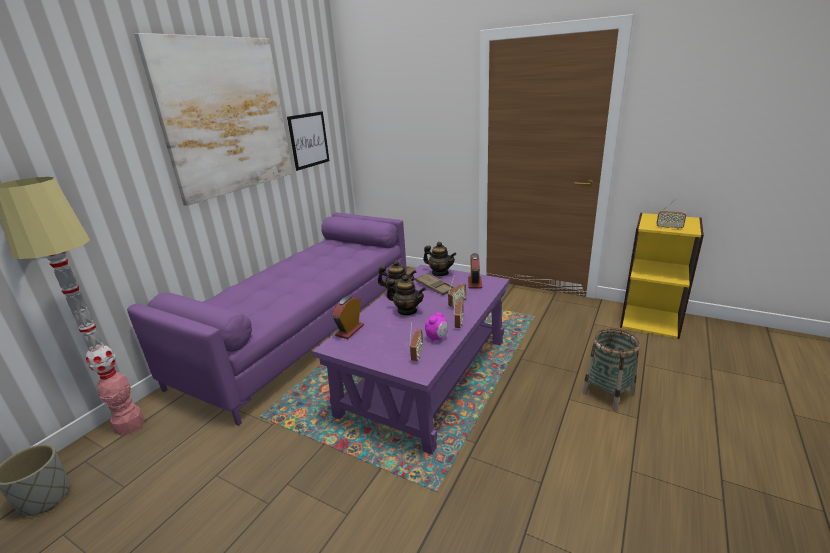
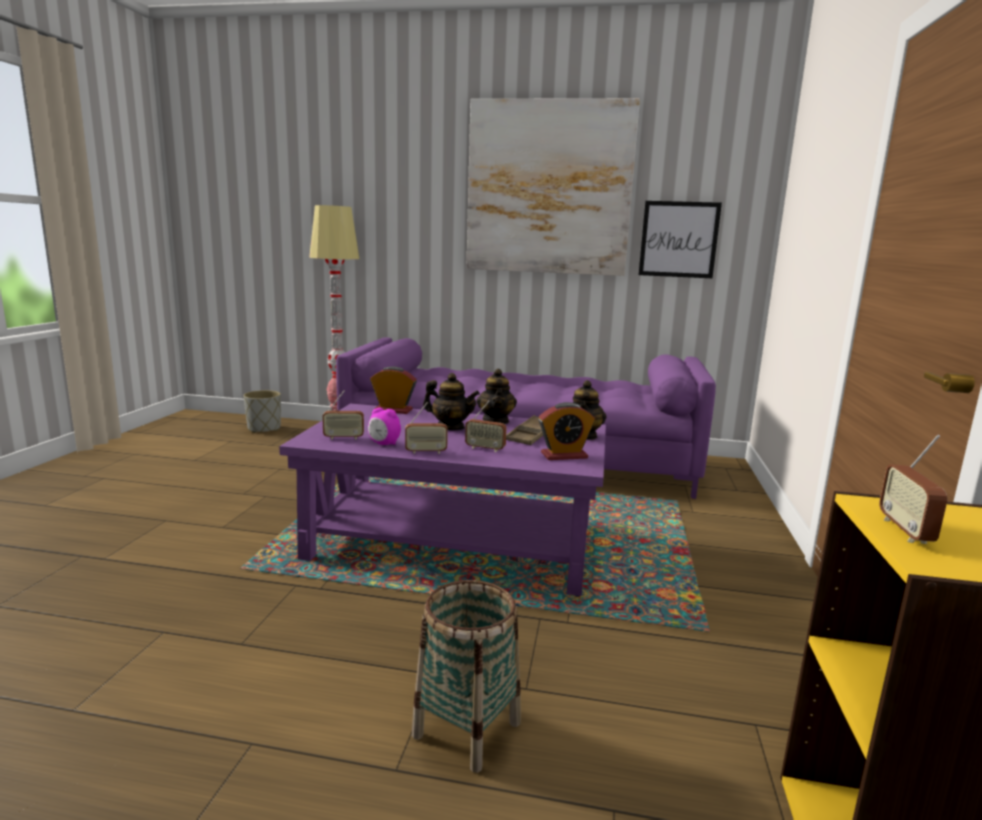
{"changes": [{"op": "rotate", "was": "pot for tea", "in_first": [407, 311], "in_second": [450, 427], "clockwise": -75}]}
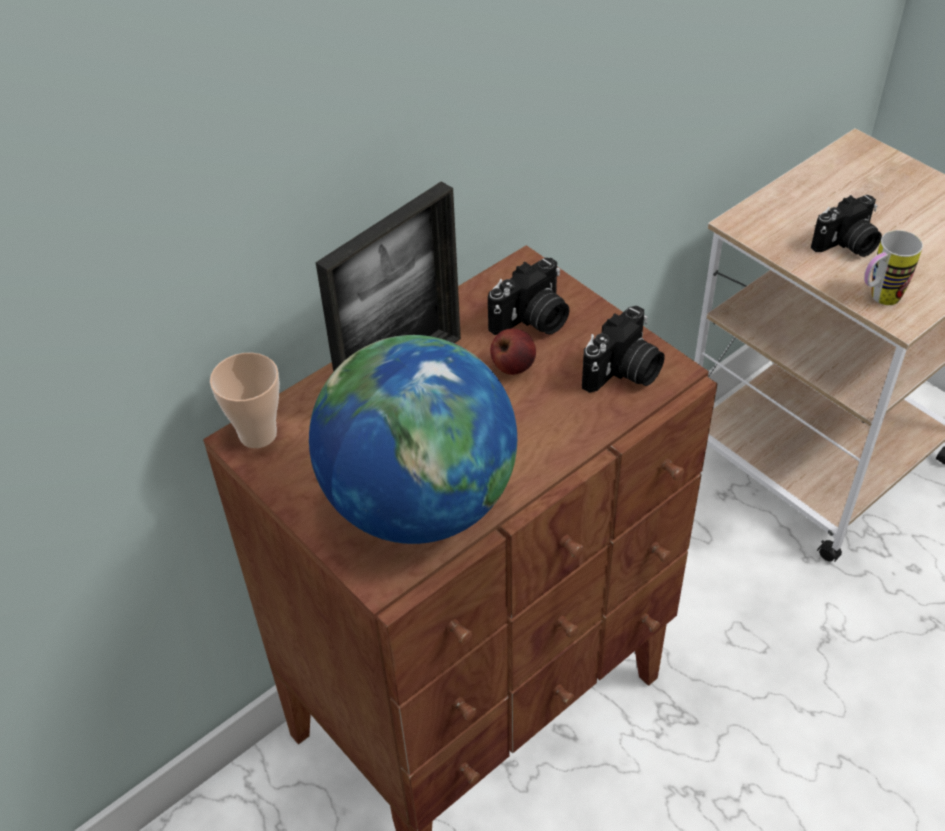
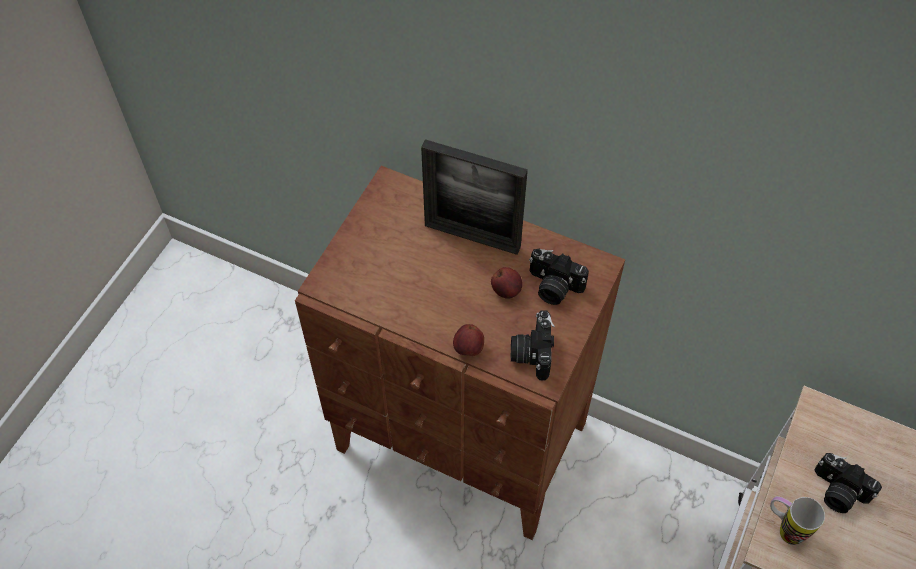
{"changes": [{"op": "delete", "was": "cup", "in_first": [258, 434]}, {"op": "delete", "was": "globe", "in_first": [419, 503]}, {"op": "insert", "now": "apple fruit", "in_second": [468, 349]}, {"op": "rotate", "was": "still camera", "in_first": [624, 373], "in_second": [531, 353], "clockwise": 75}]}
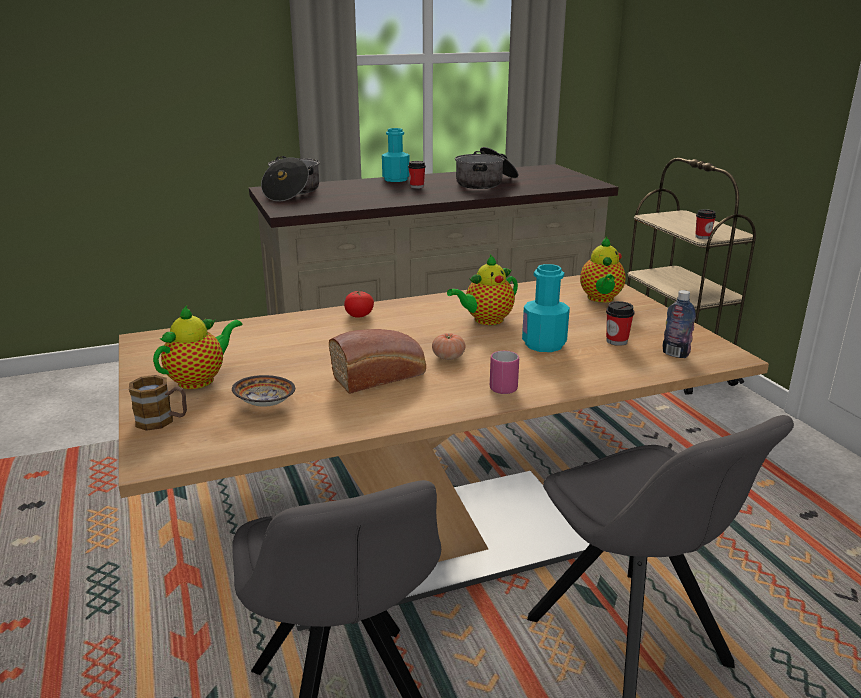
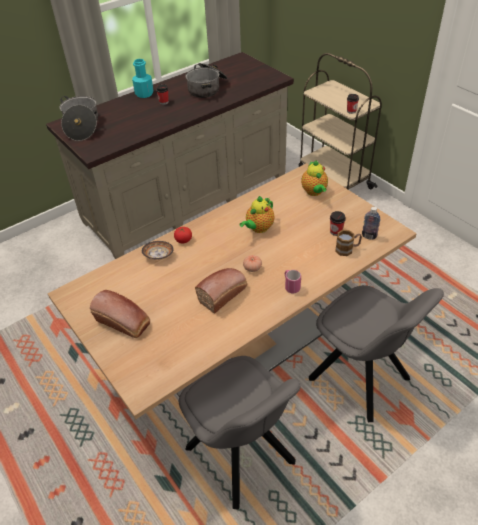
{"changes": [{"op": "delete", "was": "bottle in blue-green", "in_first": [544, 344]}, {"op": "move", "was": "mug", "in_first": [162, 421], "in_second": [347, 249]}, {"op": "move", "was": "deep dish", "in_first": [264, 403], "in_second": [158, 255]}, {"op": "replace", "was": "pot for tea", "now": "bread", "in_first": [200, 380], "in_second": [124, 322]}]}
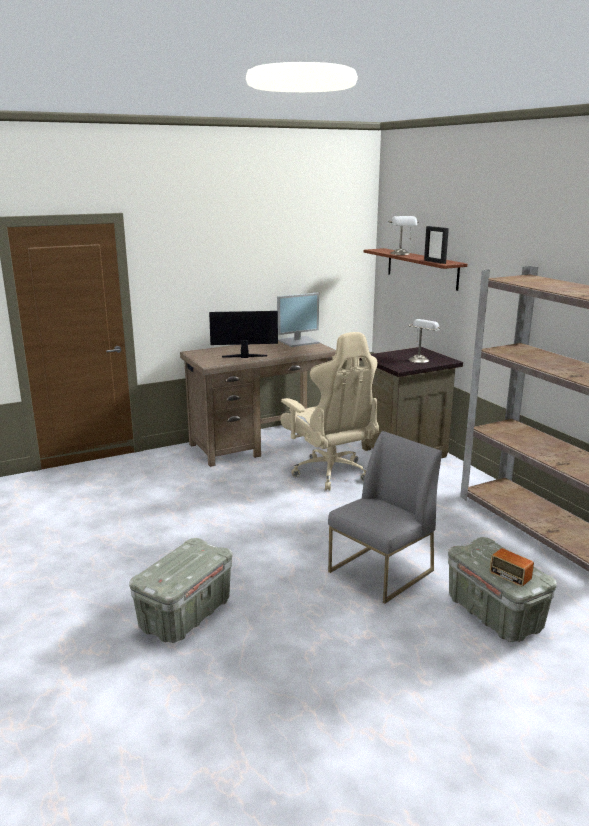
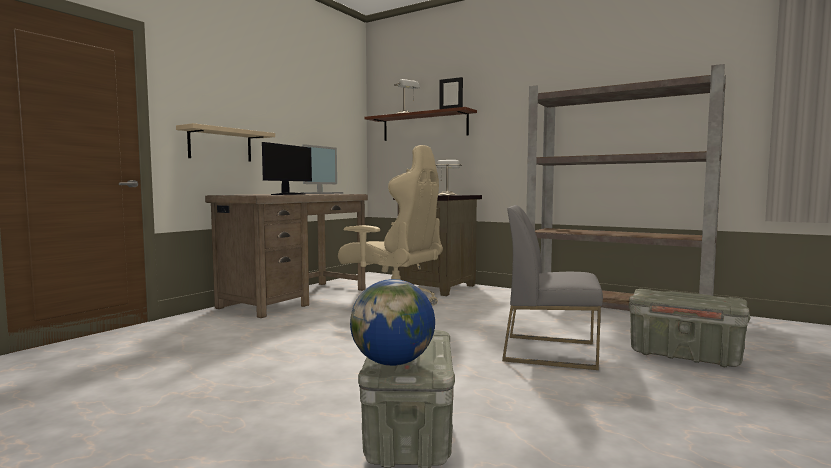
{"changes": [{"op": "delete", "was": "radio set", "in_first": [499, 564]}, {"op": "insert", "now": "bracket shelf in beige-coloured", "in_second": [220, 145]}, {"op": "insert", "now": "globe", "in_second": [393, 363]}, {"op": "rotate", "was": "computer screen", "in_first": [244, 357], "in_second": [287, 194], "clockwise": 150}, {"op": "rotate", "was": "chair in gray", "in_first": [381, 572], "in_second": [550, 351], "clockwise": -90}]}
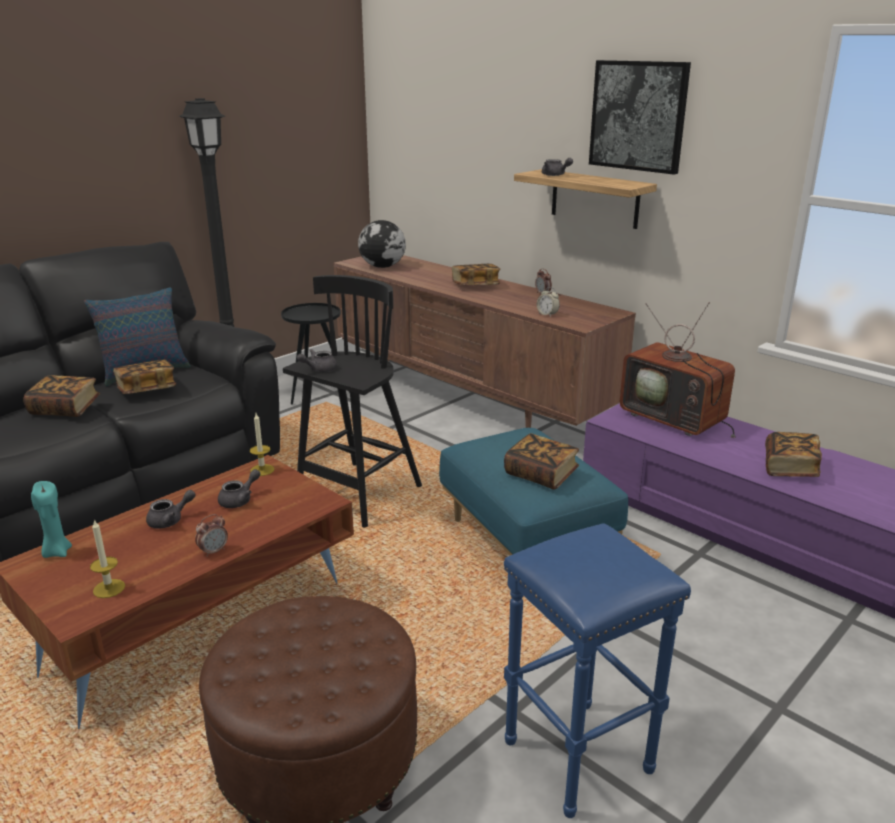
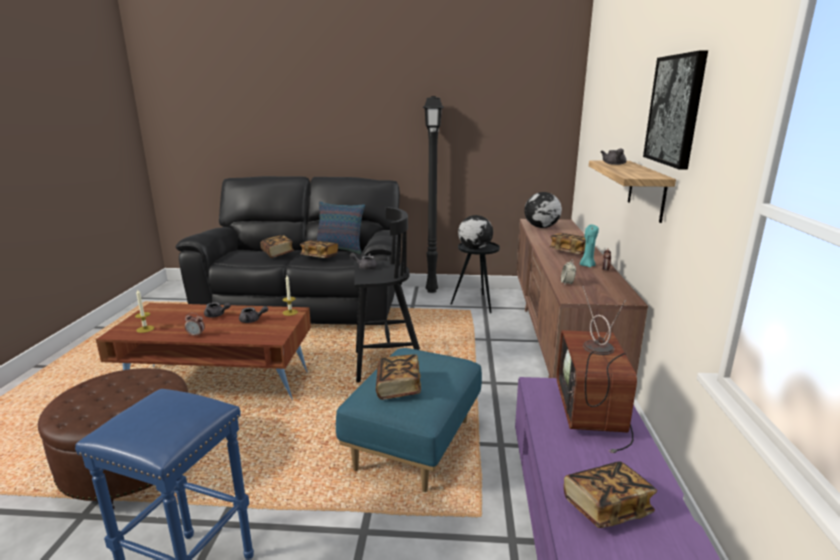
{"changes": [{"op": "insert", "now": "globe", "in_second": [474, 248]}, {"op": "move", "was": "wax candle in blue-green", "in_first": [57, 552], "in_second": [587, 265]}]}
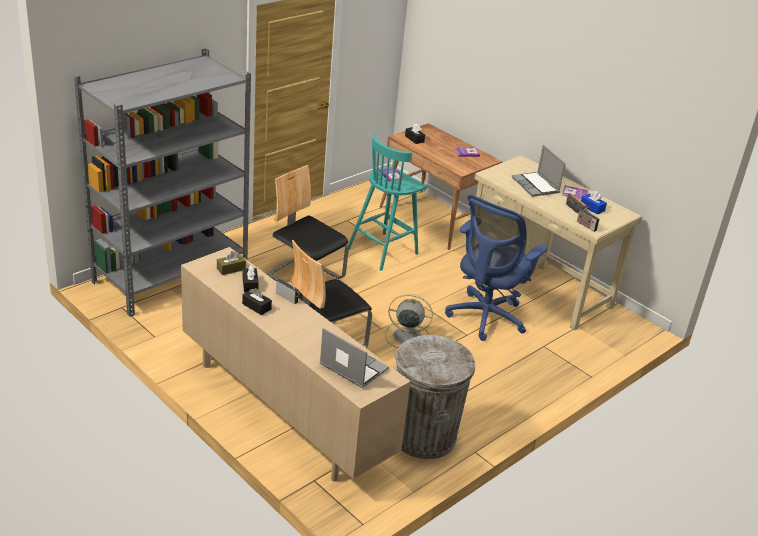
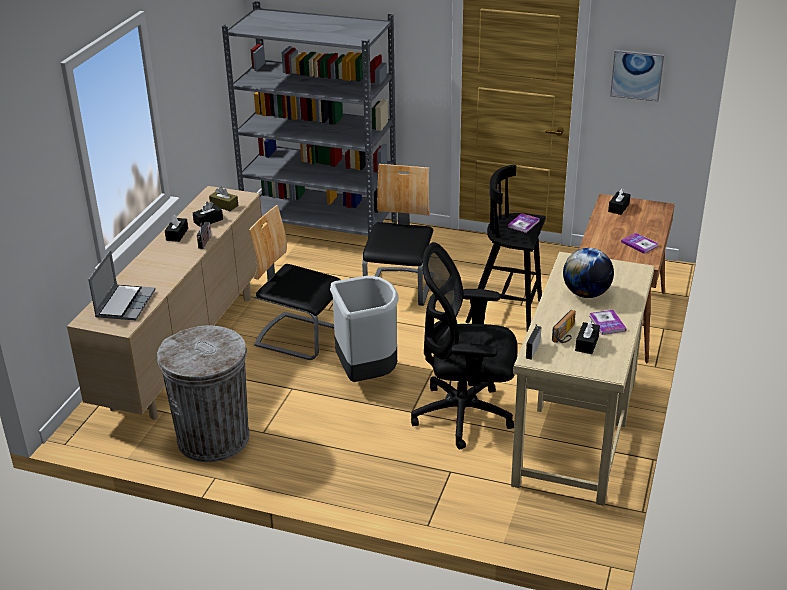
{"changes": [{"op": "insert", "now": "wall picture", "in_second": [637, 75]}, {"op": "replace", "was": "fan in gray", "now": "rubbish bin in gray", "in_first": [406, 335], "in_second": [366, 375]}, {"op": "replace", "was": "notebook computer", "now": "globe", "in_first": [536, 186], "in_second": [586, 293]}, {"op": "recolor", "was": "stool seat in blue-green", "now": "stool seat in black-coloured", "in_first": [384, 250], "in_second": [507, 311]}, {"op": "recolor", "was": "office chair in blue-coloured", "now": "office chair in black-coloured", "in_first": [487, 314], "in_second": [468, 413]}, {"op": "recolor", "was": "tissue box in blue-coloured", "now": "tissue box in black-coloured", "in_first": [592, 208], "in_second": [587, 343]}]}
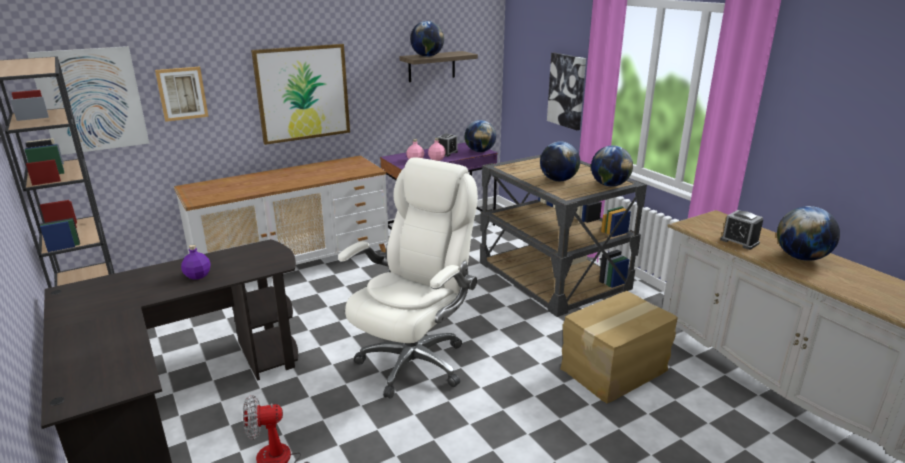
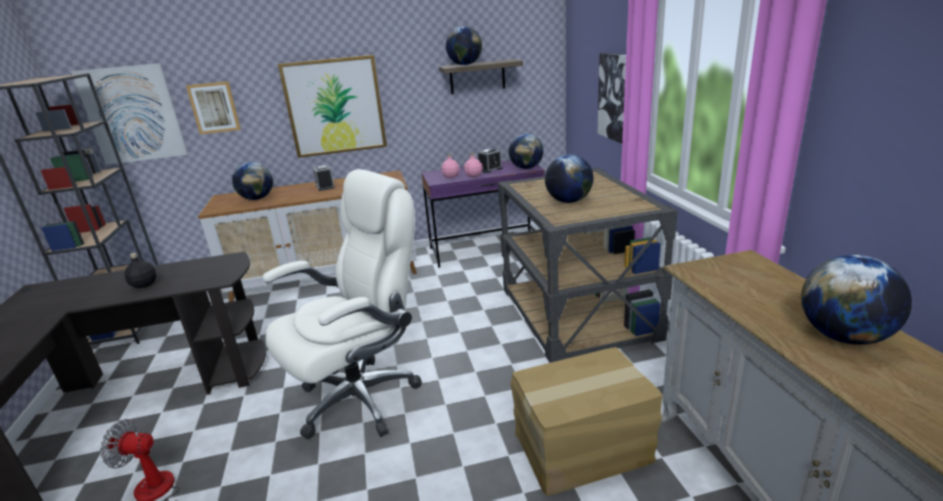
{"changes": [{"op": "move", "was": "globe", "in_first": [609, 185], "in_second": [257, 198]}, {"op": "move", "was": "bedside clock", "in_first": [739, 241], "in_second": [325, 186]}, {"op": "recolor", "was": "bottle in purplish", "now": "bottle in black-coloured", "in_first": [197, 276], "in_second": [143, 284]}]}
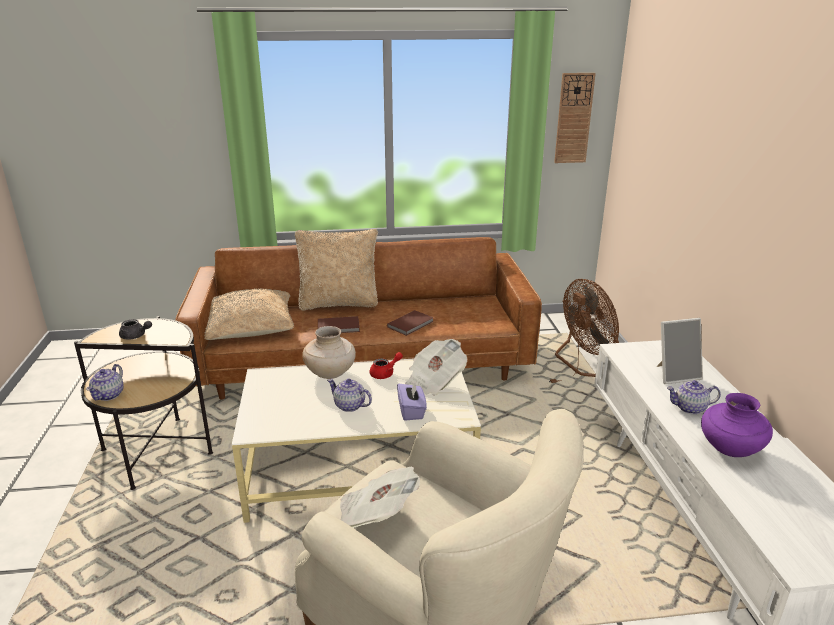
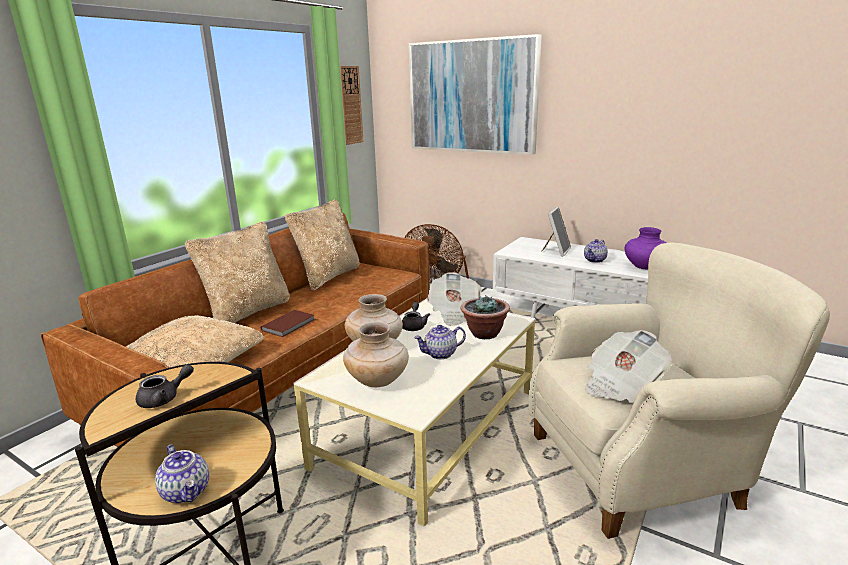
{"changes": [{"op": "delete", "was": "book in brown", "in_first": [411, 324]}, {"op": "insert", "now": "cushion in beige-coloured", "in_second": [329, 277]}, {"op": "insert", "now": "flower vase in beige-coloured", "in_second": [378, 380]}, {"op": "insert", "now": "wall picture", "in_second": [472, 96]}, {"op": "replace", "was": "tissue box in purplish", "now": "potted plant", "in_first": [411, 411], "in_second": [484, 333]}, {"op": "recolor", "was": "pot for tea in reddish", "now": "pot for tea in gray", "in_first": [385, 373], "in_second": [414, 325]}]}
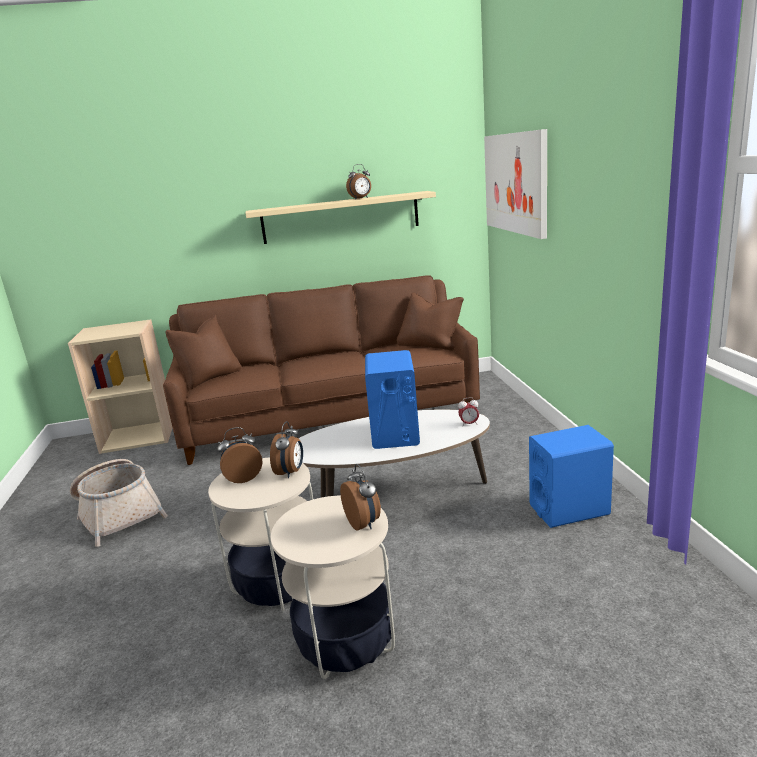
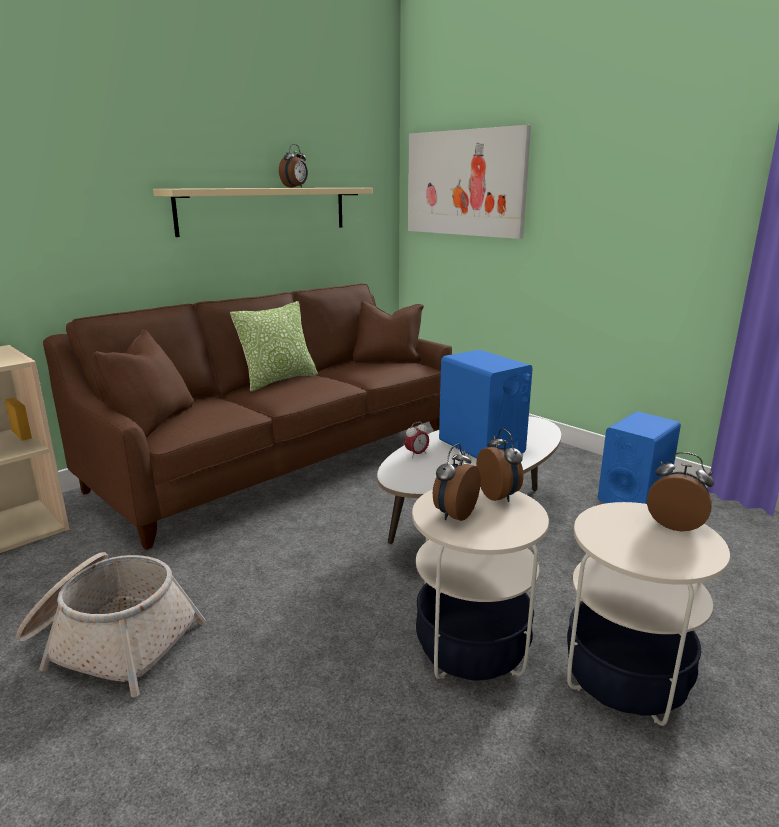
{"changes": [{"op": "insert", "now": "cushion", "in_second": [278, 380]}, {"op": "move", "was": "bedside clock", "in_first": [469, 424], "in_second": [416, 454]}]}
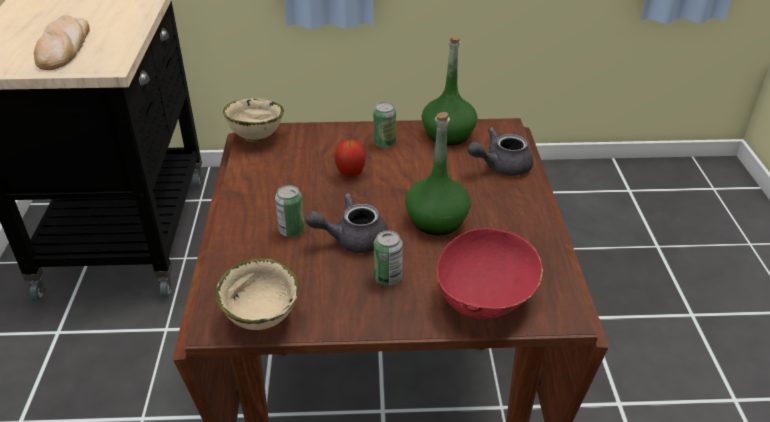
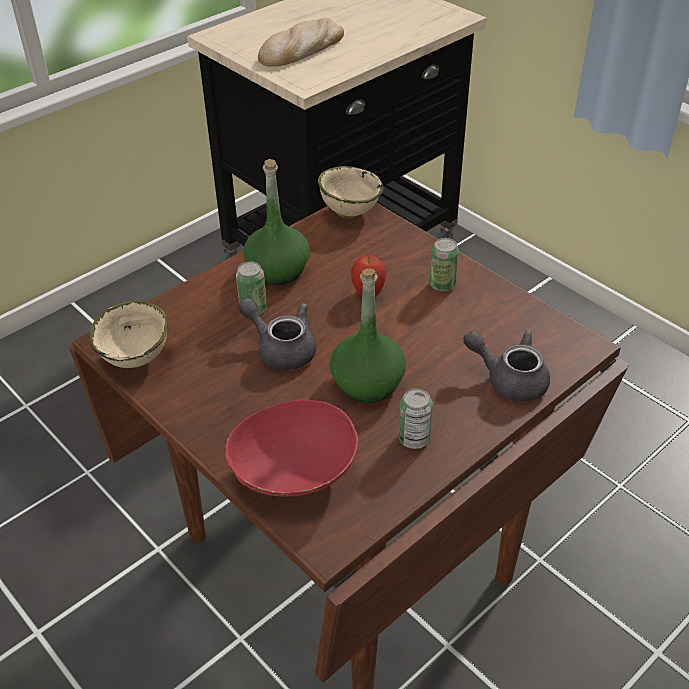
{"changes": [{"op": "move", "was": "metal can", "in_first": [388, 278], "in_second": [414, 439]}, {"op": "move", "was": "bottle in green-coloured", "in_first": [448, 134], "in_second": [278, 270]}]}
